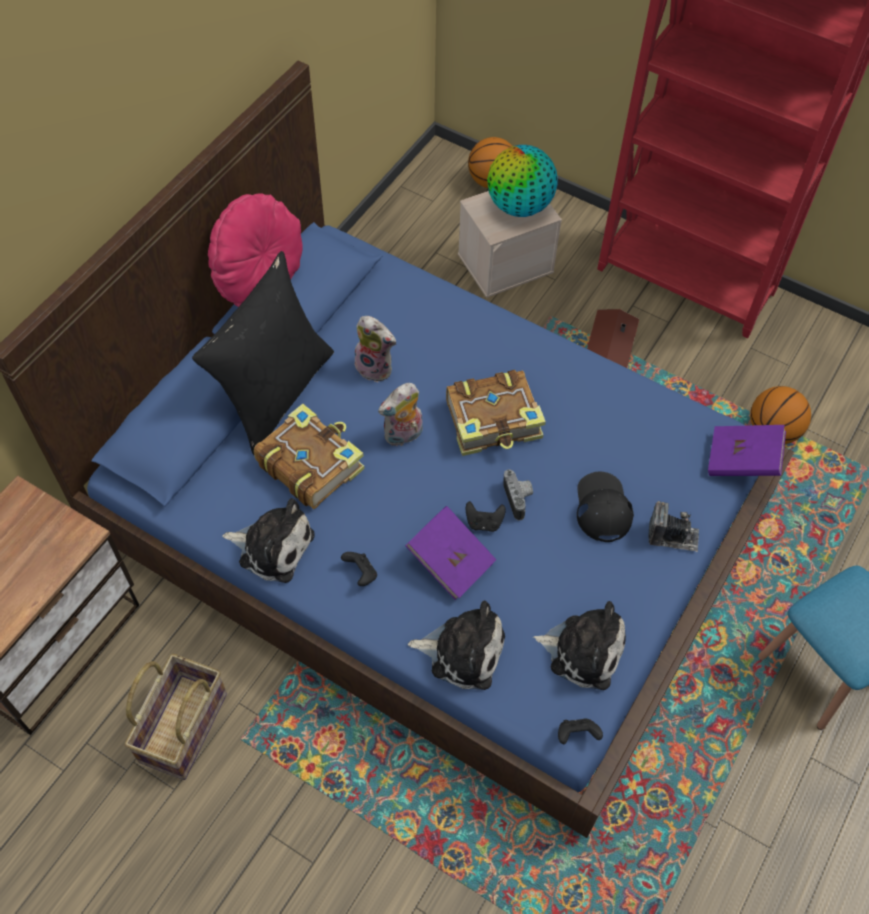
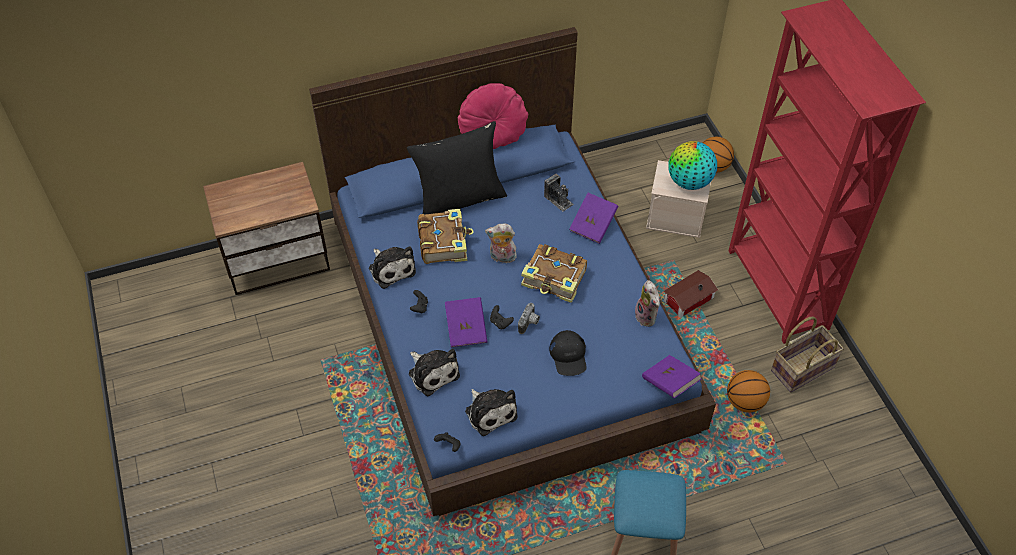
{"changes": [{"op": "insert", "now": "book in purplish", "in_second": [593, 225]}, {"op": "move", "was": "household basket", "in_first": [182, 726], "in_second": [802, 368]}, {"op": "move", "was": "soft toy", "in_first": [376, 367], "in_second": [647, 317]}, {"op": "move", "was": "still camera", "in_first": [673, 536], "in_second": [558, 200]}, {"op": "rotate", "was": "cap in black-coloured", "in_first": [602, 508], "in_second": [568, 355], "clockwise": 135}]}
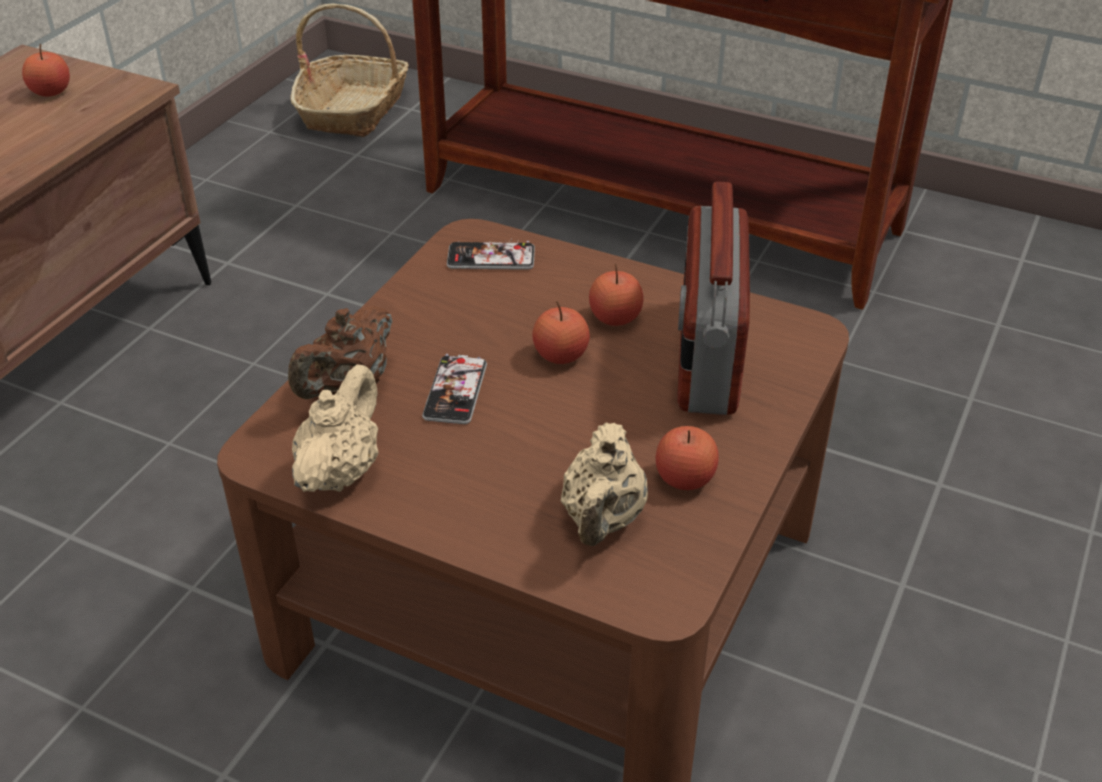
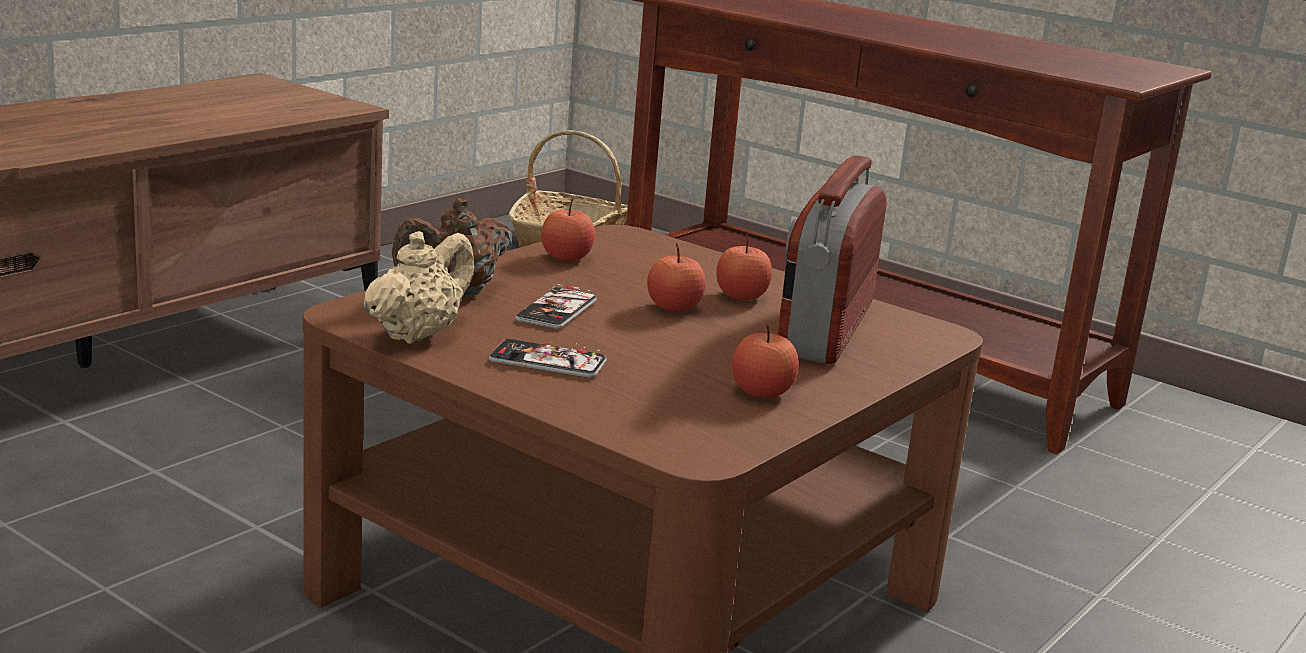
{"changes": [{"op": "delete", "was": "pot for tea in beige-coloured", "in_first": [602, 520]}, {"op": "move", "was": "apple fruit", "in_first": [51, 92], "in_second": [566, 257]}, {"op": "move", "was": "handset", "in_first": [491, 258], "in_second": [547, 361]}]}
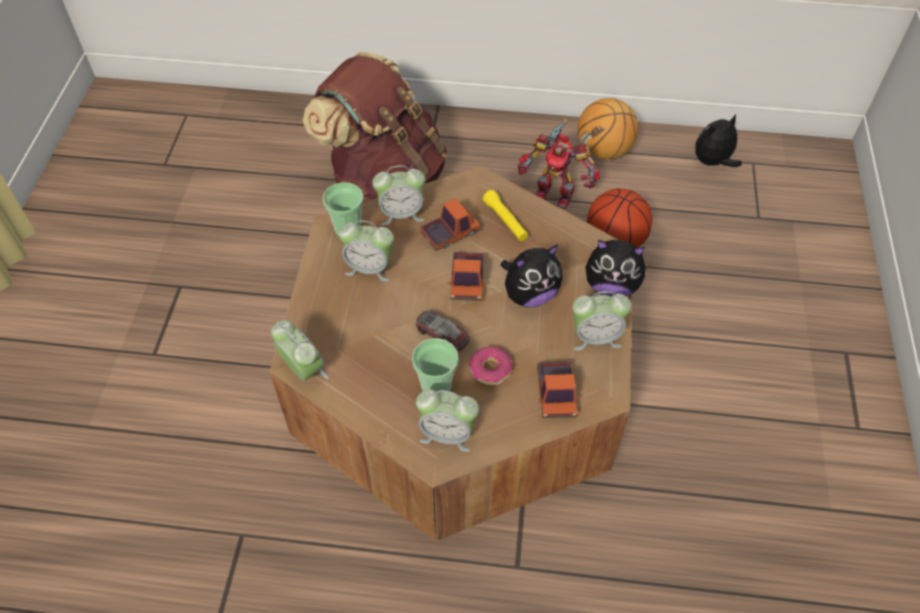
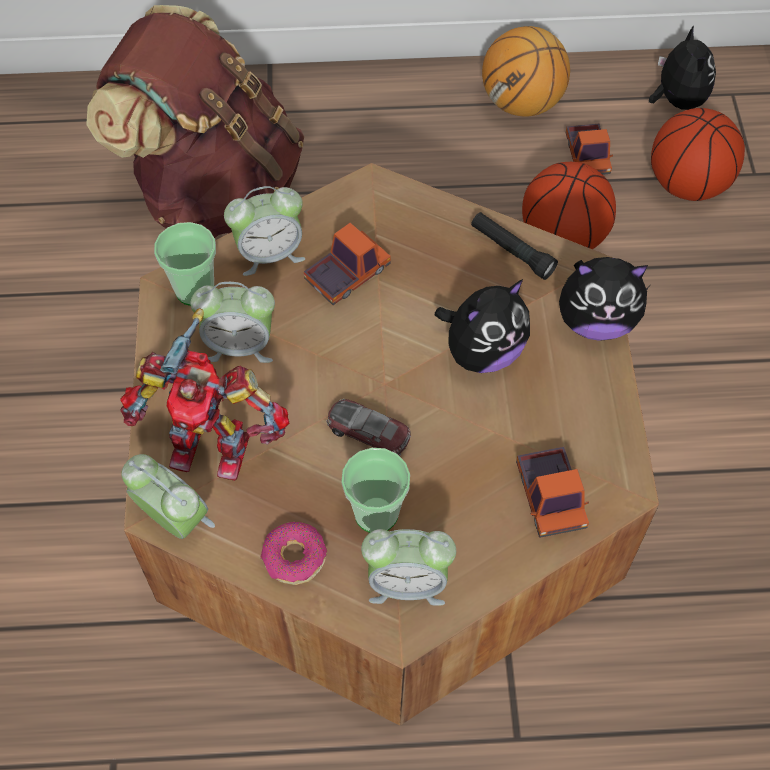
{"changes": [{"op": "delete", "was": "hand torch in yellow-coloured", "in_first": [505, 221]}, {"op": "delete", "was": "bedside clock", "in_first": [595, 337]}, {"op": "insert", "now": "hand torch in black-coloured", "in_second": [512, 251]}, {"op": "insert", "now": "basketball", "in_second": [686, 184]}, {"op": "move", "was": "model truck", "in_first": [467, 281], "in_second": [587, 156]}, {"op": "move", "was": "doughnut", "in_first": [490, 369], "in_second": [294, 557]}, {"op": "move", "was": "model robot", "in_first": [555, 193], "in_second": [211, 445]}, {"op": "rotate", "was": "soft toy", "in_first": [712, 162], "in_second": [676, 100], "clockwise": 120}]}
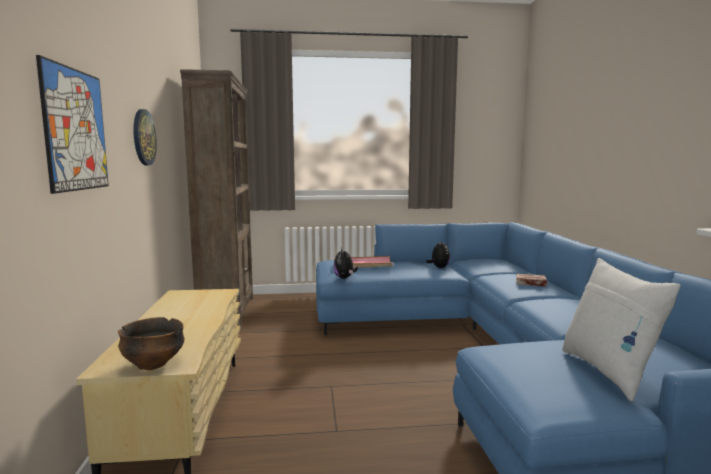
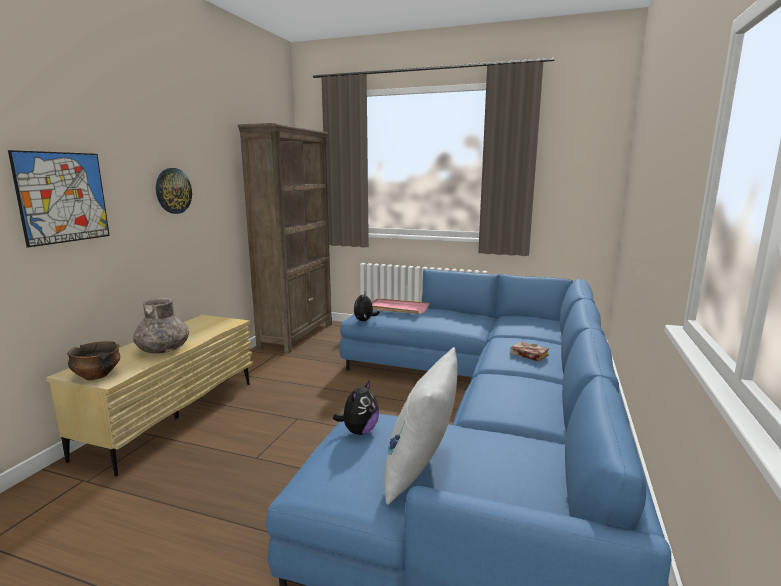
{"changes": [{"op": "insert", "now": "flower vase in gray", "in_second": [164, 350]}, {"op": "move", "was": "soft toy", "in_first": [439, 267], "in_second": [359, 431]}]}
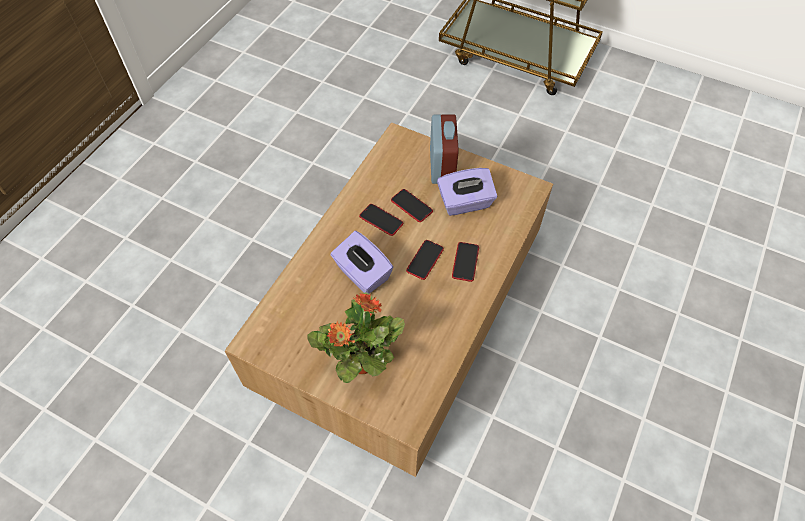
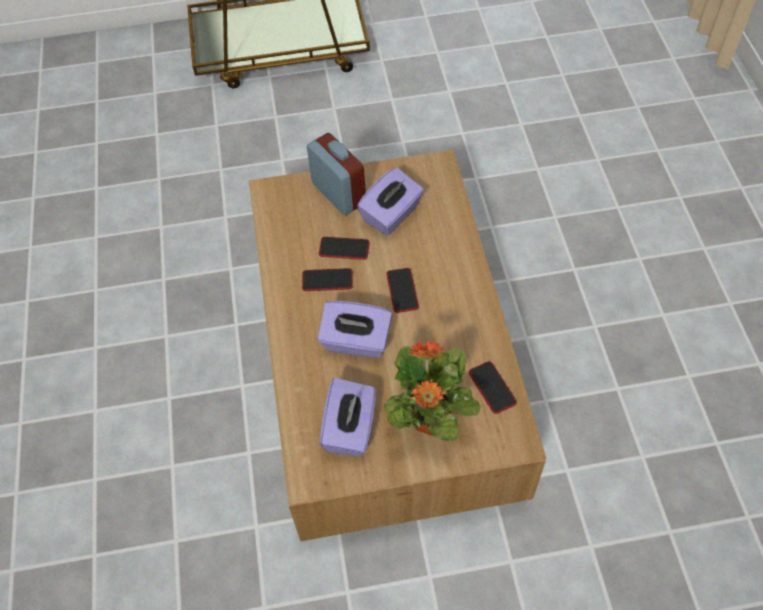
{"changes": [{"op": "insert", "now": "tissue box in purplish", "in_second": [350, 429]}, {"op": "move", "was": "handset", "in_first": [465, 262], "in_second": [492, 387]}]}
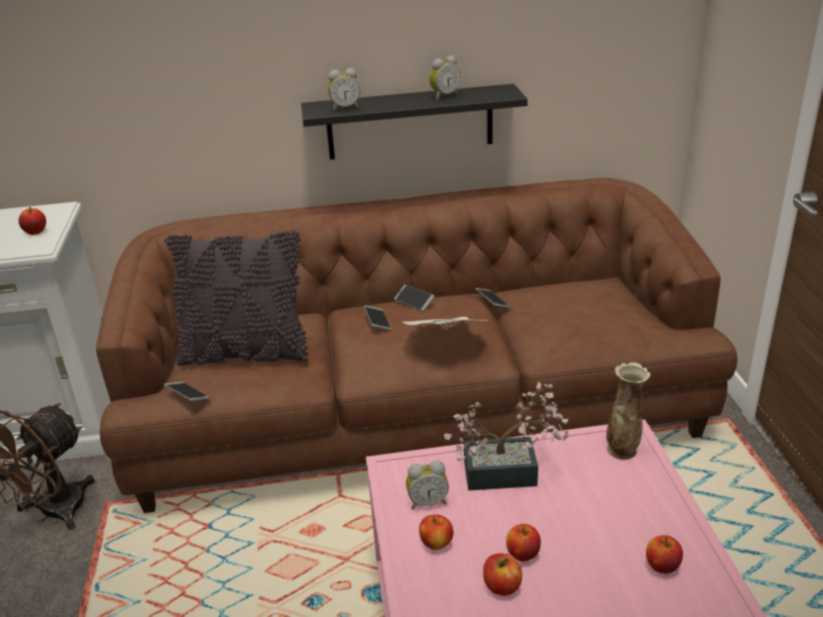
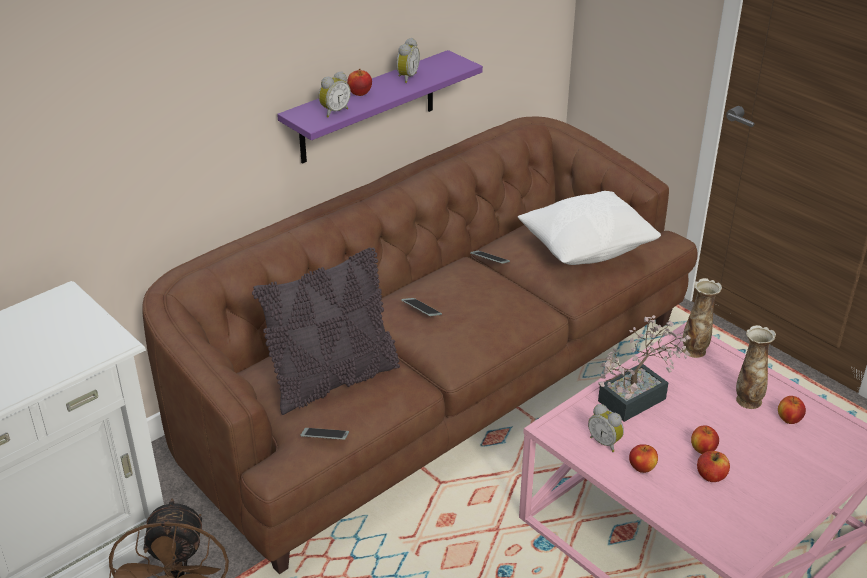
{"changes": [{"op": "delete", "was": "handset", "in_first": [414, 301]}, {"op": "delete", "was": "newspaper", "in_first": [447, 341]}, {"op": "insert", "now": "cushion in whitish", "in_second": [587, 250]}, {"op": "insert", "now": "flower vase", "in_second": [747, 400]}, {"op": "move", "was": "apple fruit", "in_first": [35, 232], "in_second": [359, 93]}, {"op": "recolor", "was": "bracket shelf in black-coloured", "now": "bracket shelf in purplish", "in_first": [410, 122], "in_second": [368, 108]}, {"op": "rotate", "was": "bedside clock", "in_first": [427, 502], "in_second": [605, 442], "clockwise": 90}]}
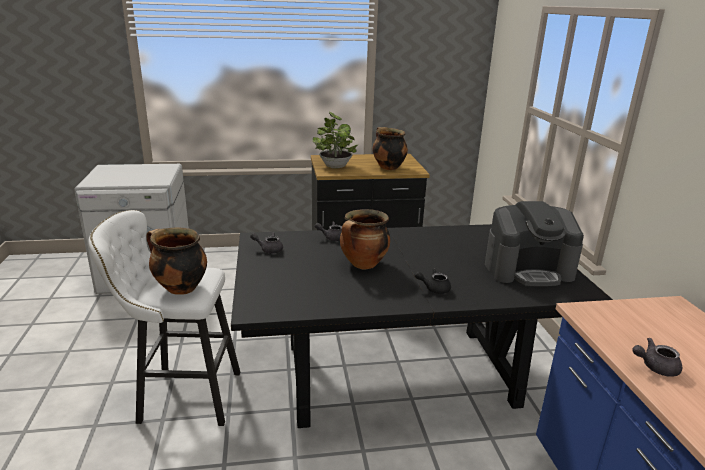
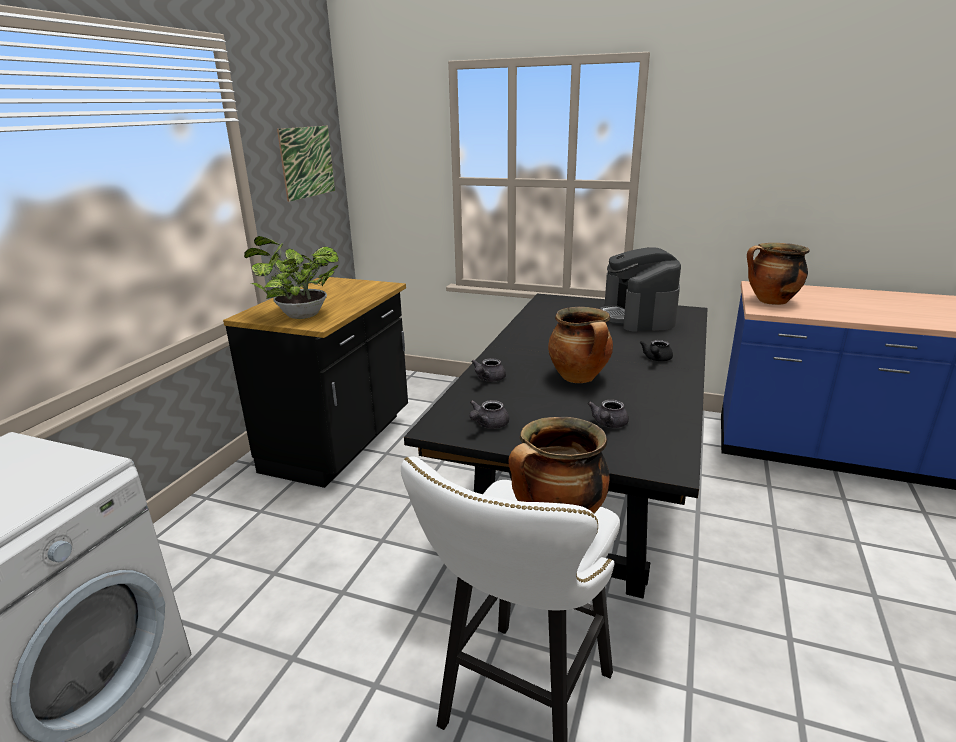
{"changes": [{"op": "insert", "now": "wall picture", "in_second": [307, 162]}, {"op": "move", "was": "cooking pot", "in_first": [388, 167], "in_second": [771, 301]}, {"op": "move", "was": "pot for tea in gray", "in_first": [654, 367], "in_second": [608, 424]}, {"op": "rotate", "was": "coffee brewer", "in_first": [528, 270], "in_second": [638, 317], "clockwise": 150}]}
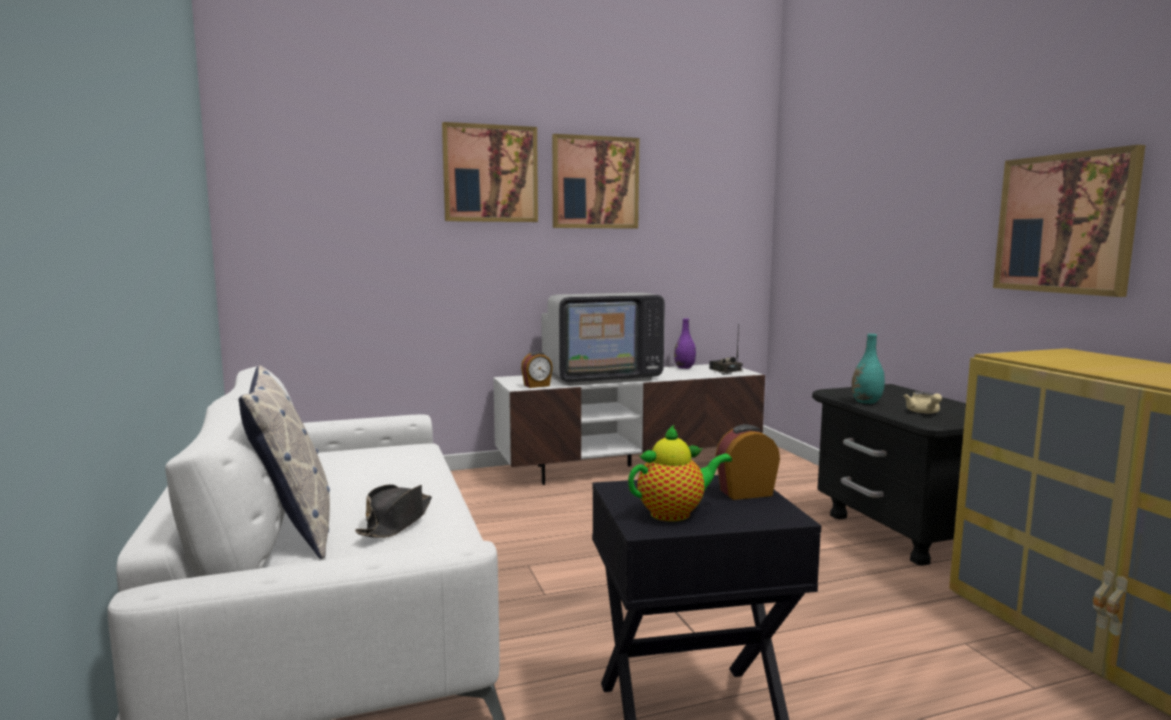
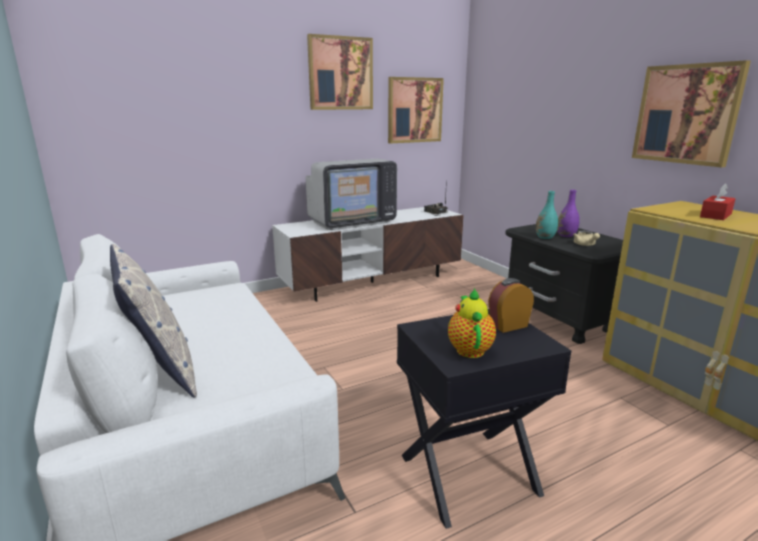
{"changes": [{"op": "delete", "was": "clothing hat in black-coloured", "in_first": [396, 522]}, {"op": "delete", "was": "bedside clock", "in_first": [537, 385]}, {"op": "insert", "now": "tissue box in reddish", "in_second": [715, 215]}, {"op": "move", "was": "wall picture", "in_first": [490, 174], "in_second": [414, 110]}, {"op": "move", "was": "flower vase in purplish", "in_first": [684, 367], "in_second": [566, 236]}, {"op": "rotate", "was": "pot for tea", "in_first": [675, 513], "in_second": [469, 349], "clockwise": -60}]}
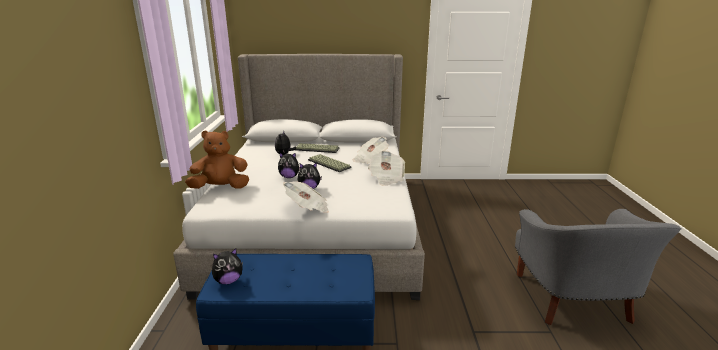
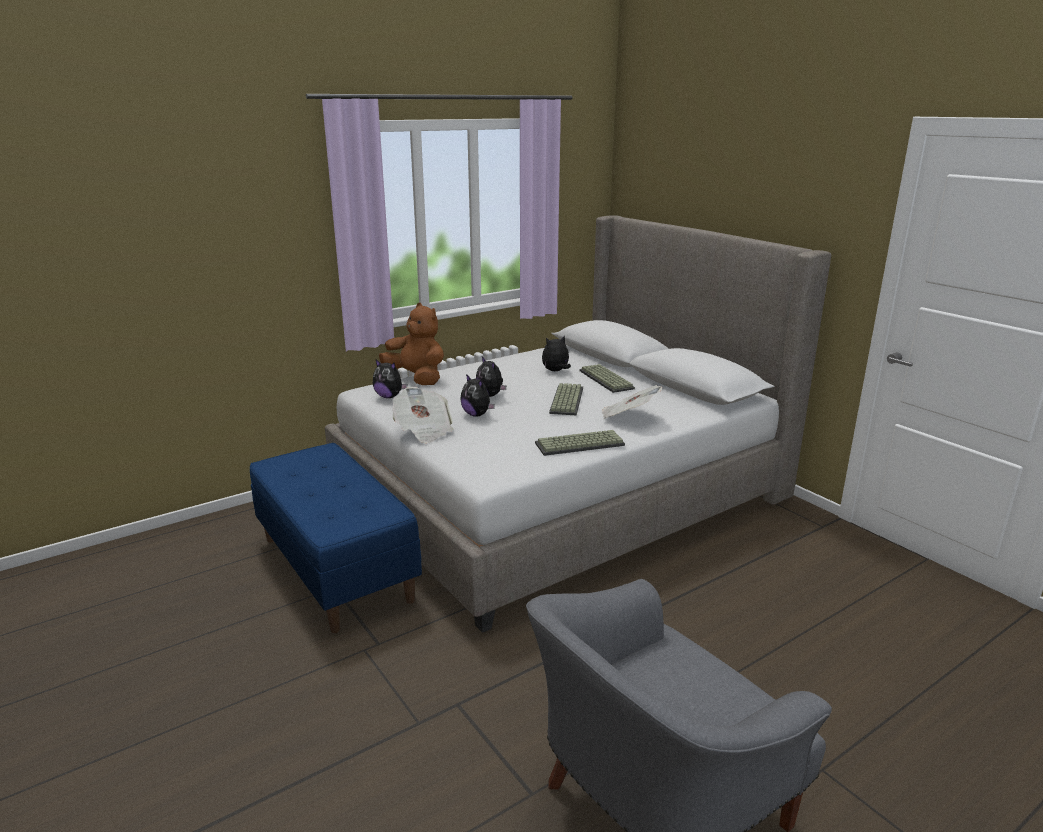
{"changes": [{"op": "move", "was": "soft toy", "in_first": [228, 281], "in_second": [389, 396]}, {"op": "replace", "was": "newspaper", "now": "PC keyboard", "in_first": [386, 178], "in_second": [579, 445]}]}
